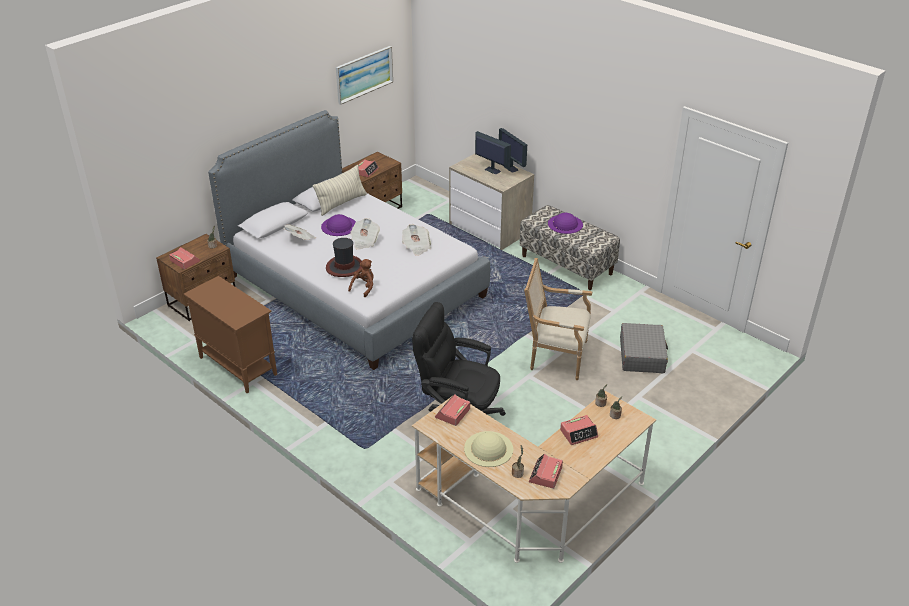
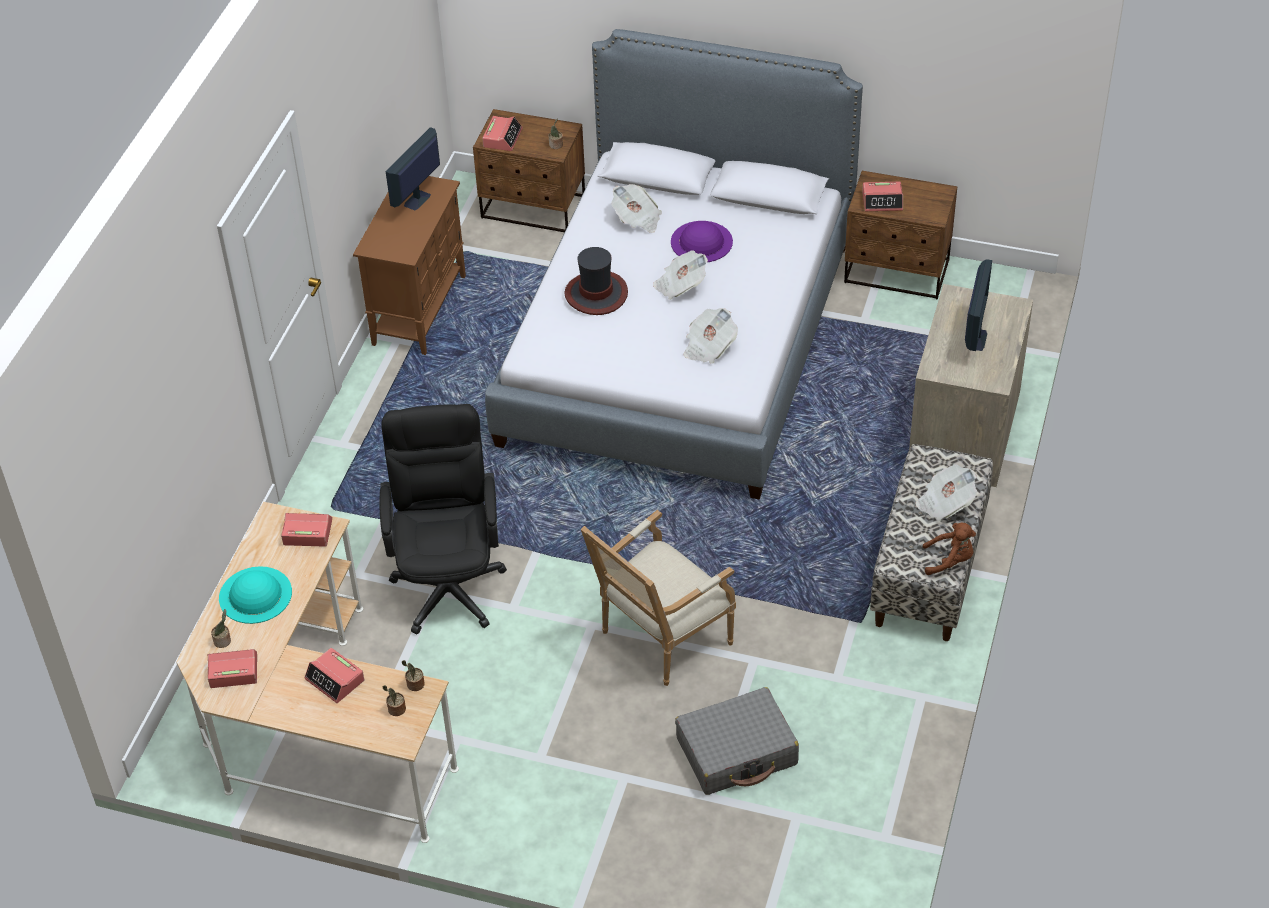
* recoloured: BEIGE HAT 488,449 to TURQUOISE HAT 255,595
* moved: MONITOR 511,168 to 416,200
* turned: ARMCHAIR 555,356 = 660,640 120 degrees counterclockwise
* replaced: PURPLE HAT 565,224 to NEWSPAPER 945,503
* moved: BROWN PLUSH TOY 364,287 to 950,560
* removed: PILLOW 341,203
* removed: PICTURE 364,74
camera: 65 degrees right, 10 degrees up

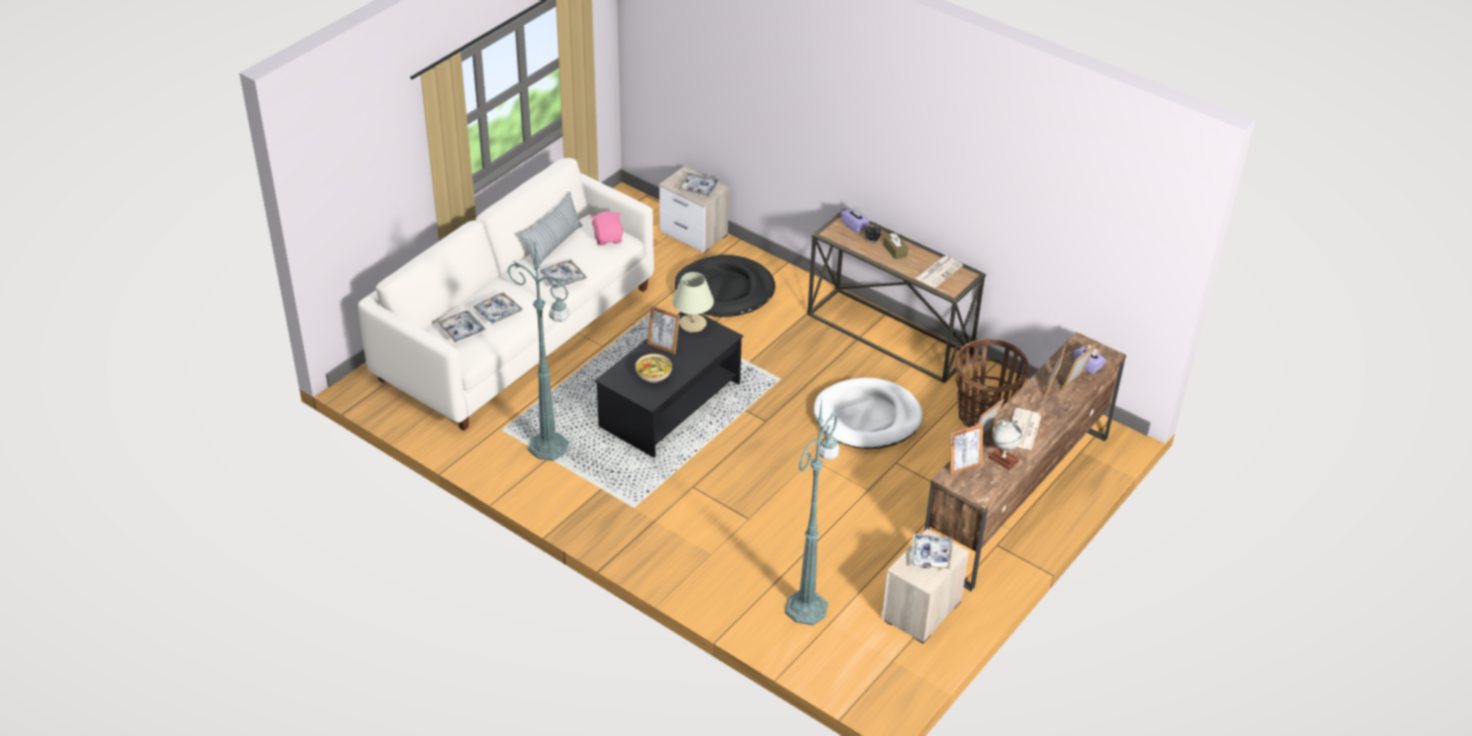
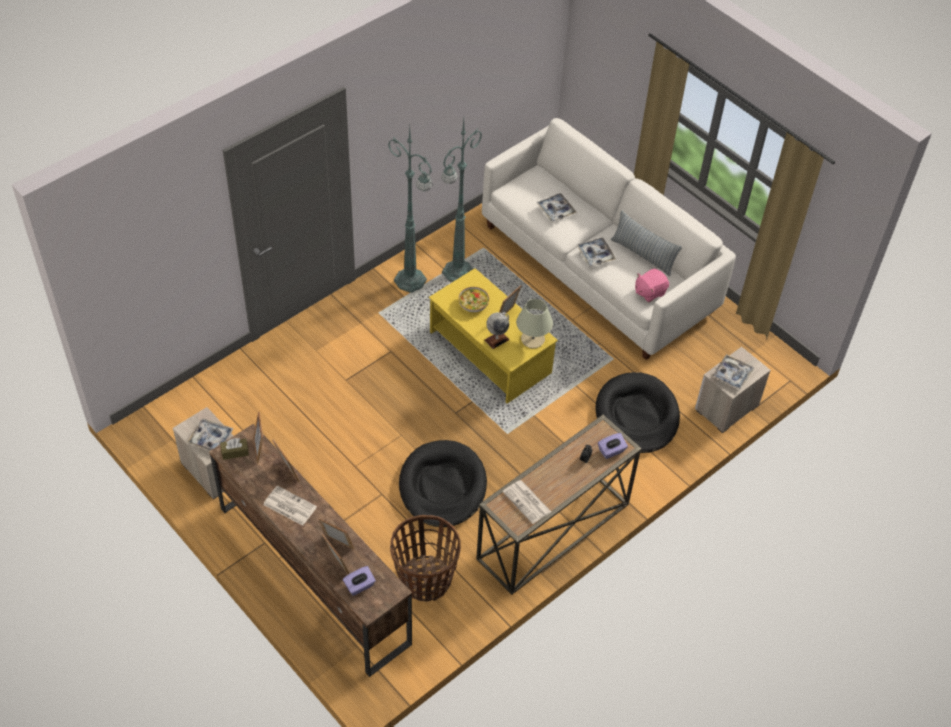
* moved: BROWN TISSUE BOX 895,250 to 235,452
* moved: GREEN FLOOR LAMP 807,606 to 411,281
* recoloured: WHITE DOG BED 867,418 to BLACK DOG BED 442,486
* recoloured: BLACK COFFEE TABLE 670,404 to YELLOW COFFEE TABLE 490,353
* moved: GLOBE 1003,459 to 496,339
* turned: PINK PLUSH TOY 608,238 = 649,292 150 degrees clockwise
* removed: TRAY 462,330
camera: 100 degrees right, 10 degrees up

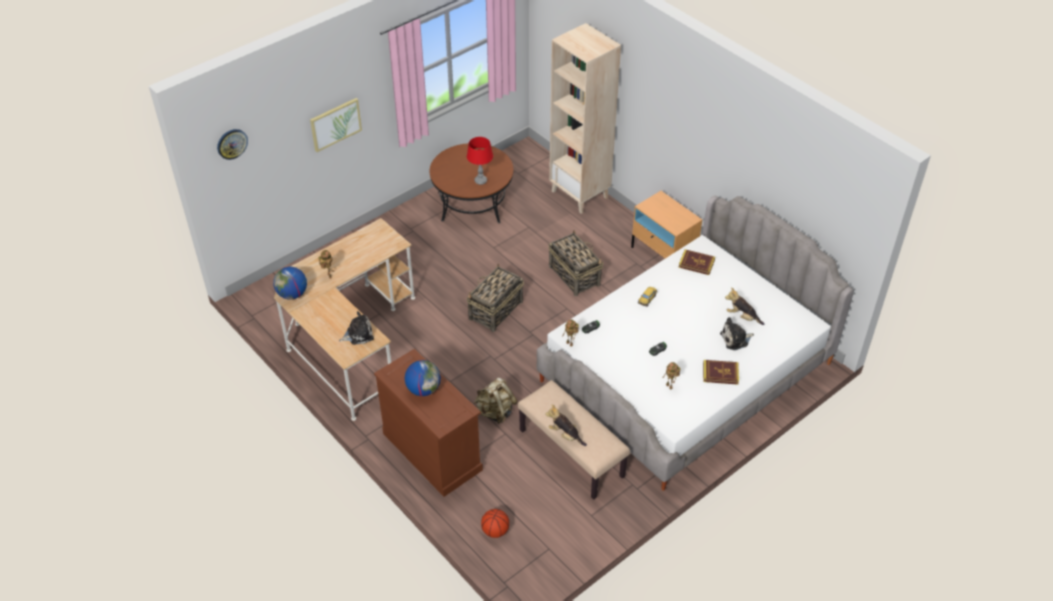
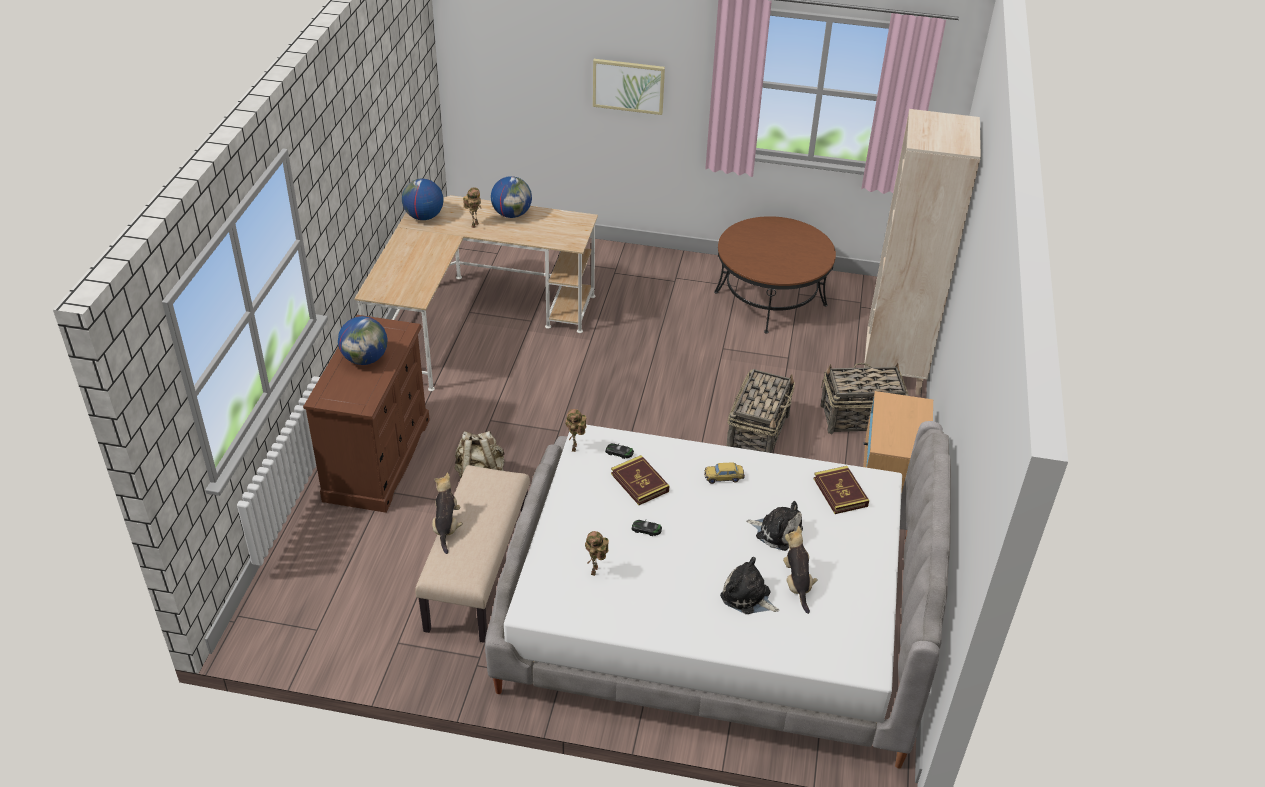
* added: GLOBE 512,214
* moved: BOOK 720,374 to 639,482
* moved: PLUSH TOY 358,334 to 776,531
* moved: BASKET 495,310 to 858,418
* removed: WALL CLOCK 232,143
* removed: RED TABLE LAMP 480,181
* removed: BASKETBALL 495,531
camera: 50 degrees right, 5 degrees down

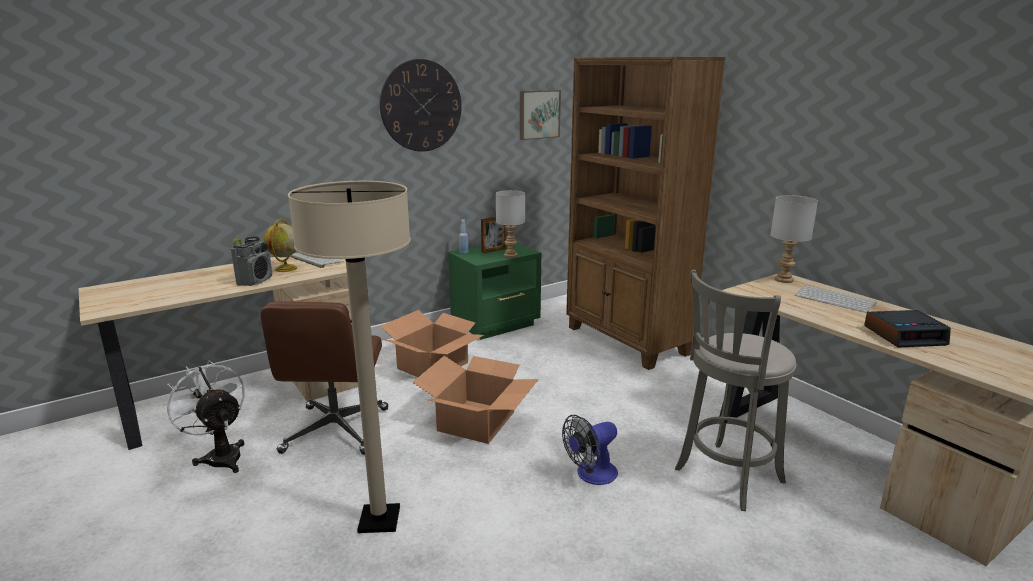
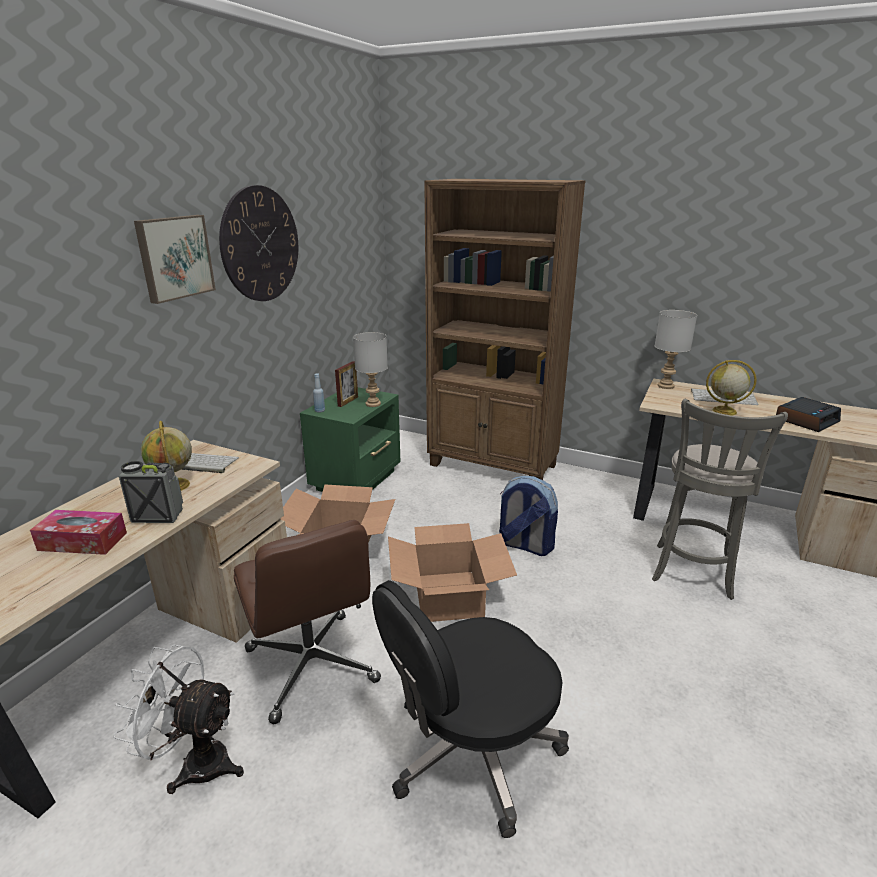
* added: TISSUE BOX 83,541
* turned: RADIO 255,281 = 157,515 75 degrees counterclockwise
* moved: PICTURE 538,114 to 174,257
* replaced: BEIGE FLOOR LAMP 379,520 to BLACK OFFICE CHAIR 471,752
* added: BACKPACK 524,545
* added: GLOBE 723,411
* removed: FAN 591,475
camera: 30 degrees left, 5 degrees up

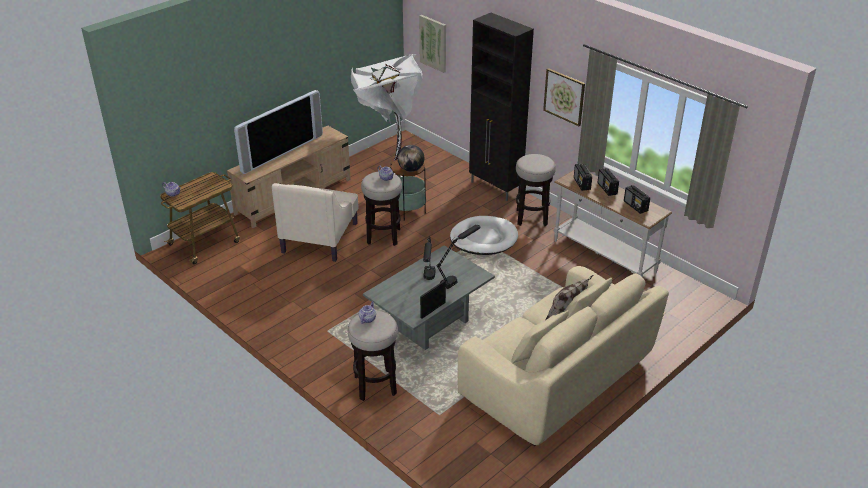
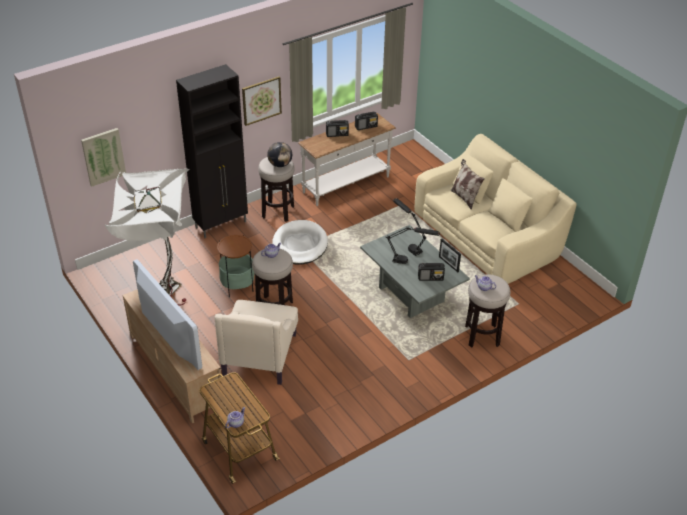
* turned: BEIGE ARMCHAIR 320,237 = 260,354 75 degrees clockwise
* moved: GLOBE 411,169 to 280,164
* moved: RADIO 582,184 to 431,277
camera: 80 degrees left, 5 degrees up

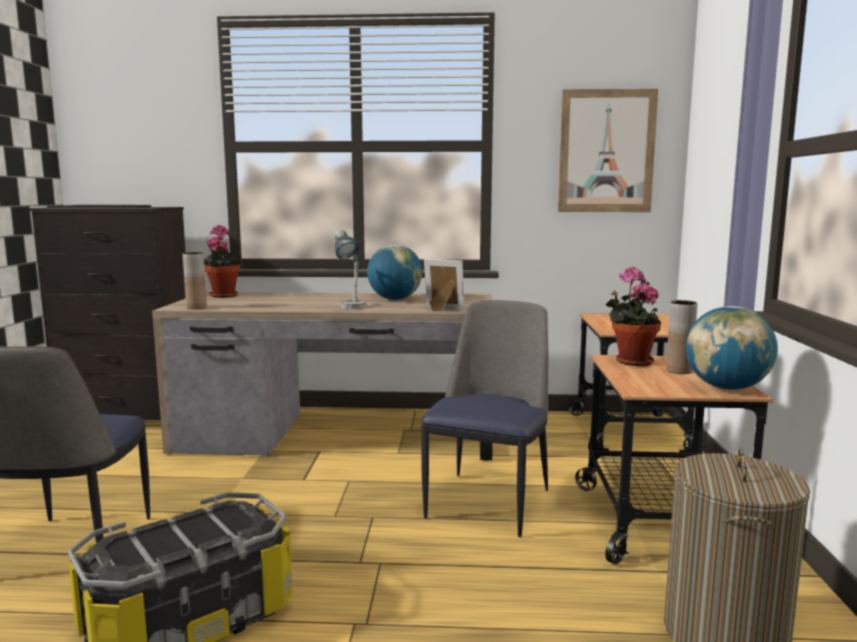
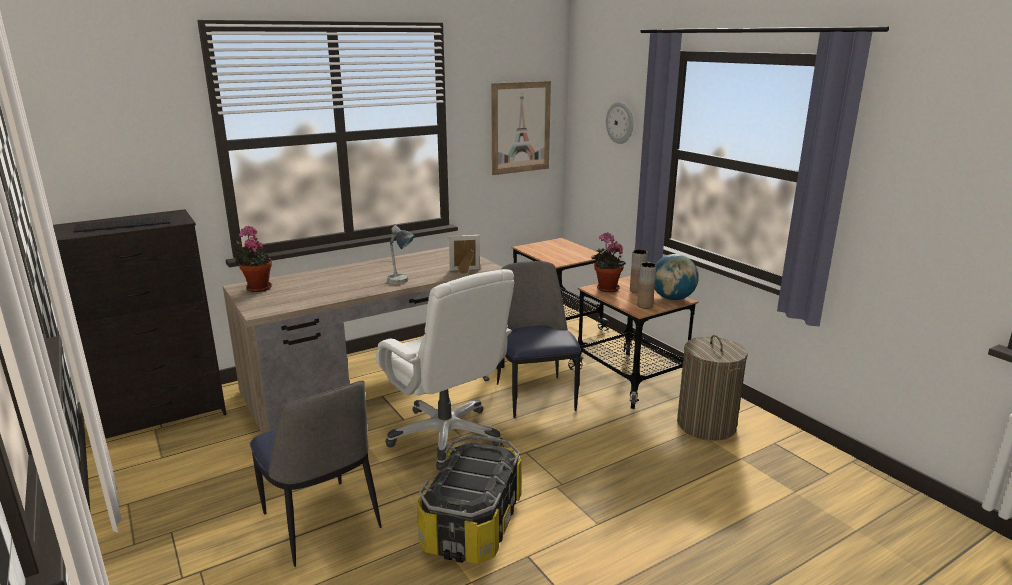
* added: WHITE OFFICE CHAIR 446,436
* added: WALL CLOCK 620,122
* moved: BROWN VASE 196,307 to 645,306
* removed: GLOBE 395,299
camera: 35 degrees left, 10 degrees up

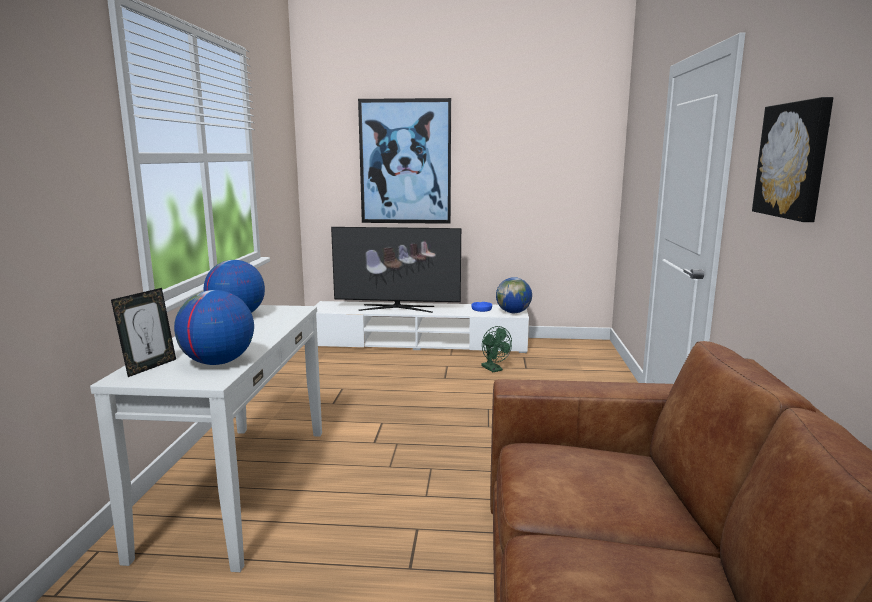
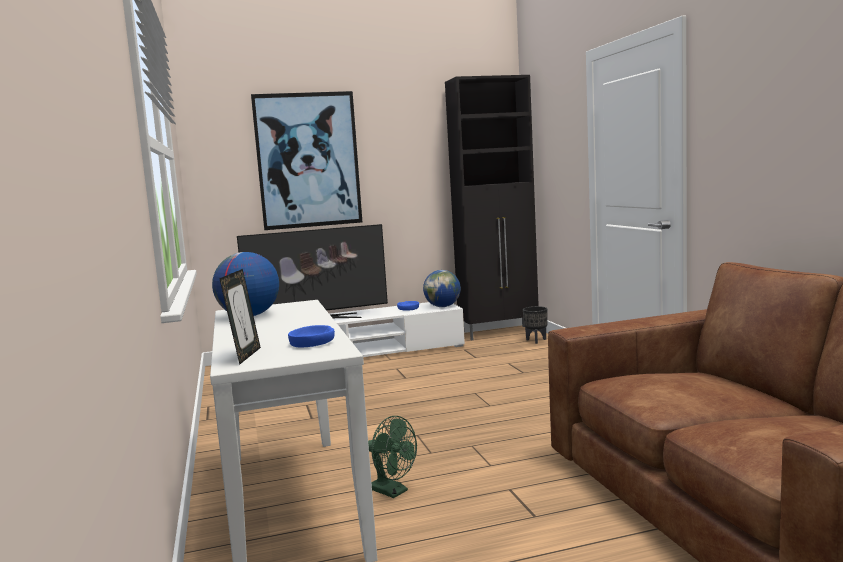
* replaced: GLOBE 217,362 to BLUE BOWL 312,342
* moved: GREEN FAN 494,369 to 393,491
* added: BLACK CABINET 499,333
* added: BLACK PLANTER 536,341
* removed: PICTURE 794,160
camera: 20 degrees left, 5 degrees down

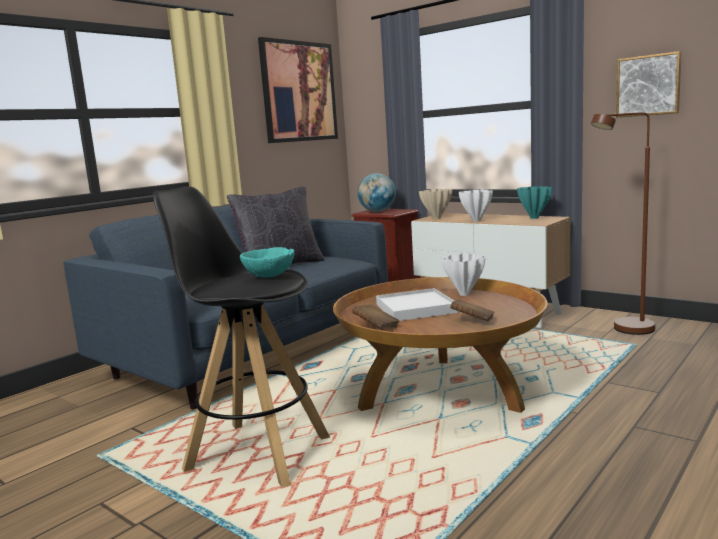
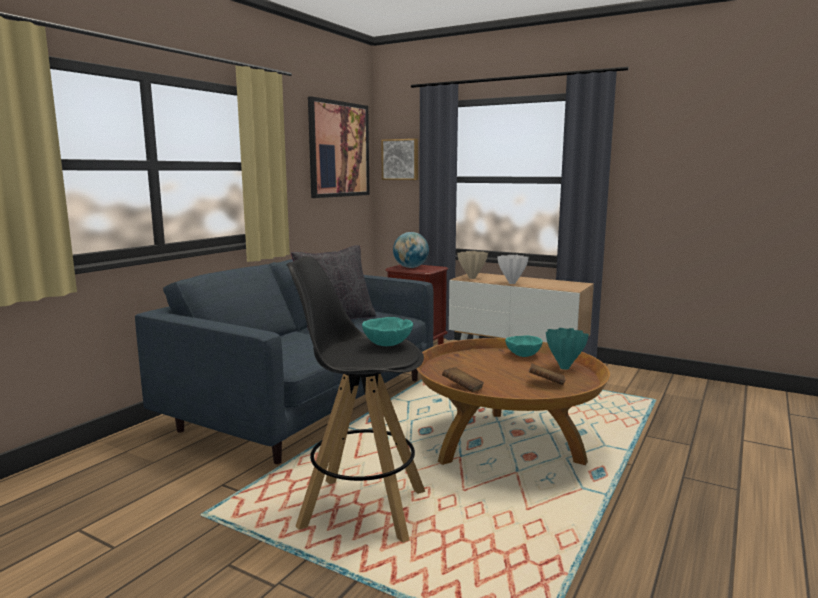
* moved: PICTURE 648,85 to 400,159
* replaced: WHITE VASE 465,294 to TURQUOISE BOWL 523,355
* moved: TURQUOISE VASE 534,218 to 564,367
* removed: WHITE TRAY 416,308
* removed: BROWN FLOOR LAMP 625,330
camera: 10 degrees left, 0 degrees up

